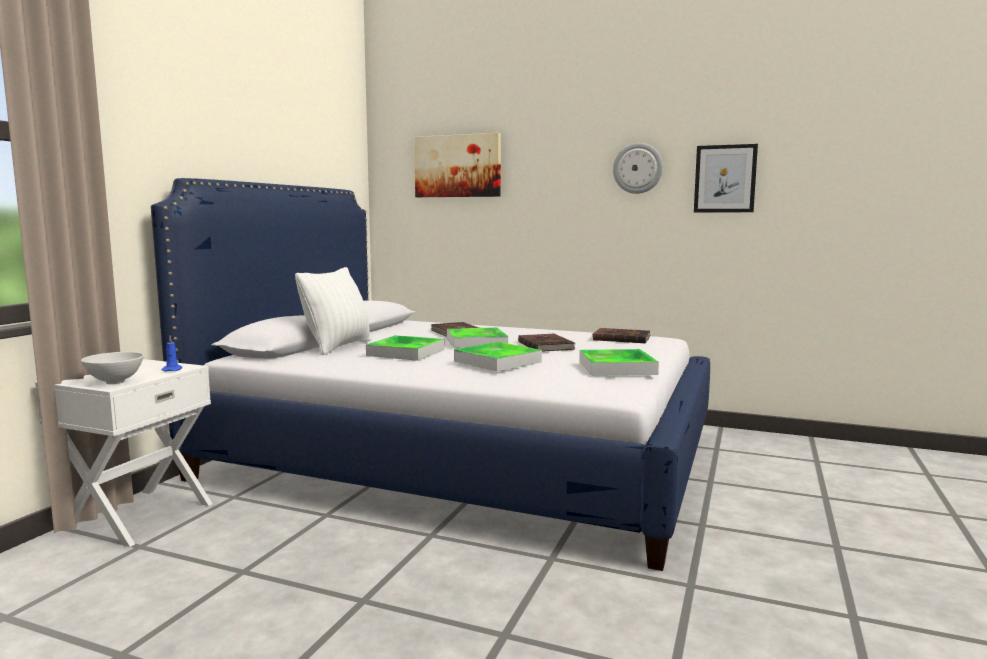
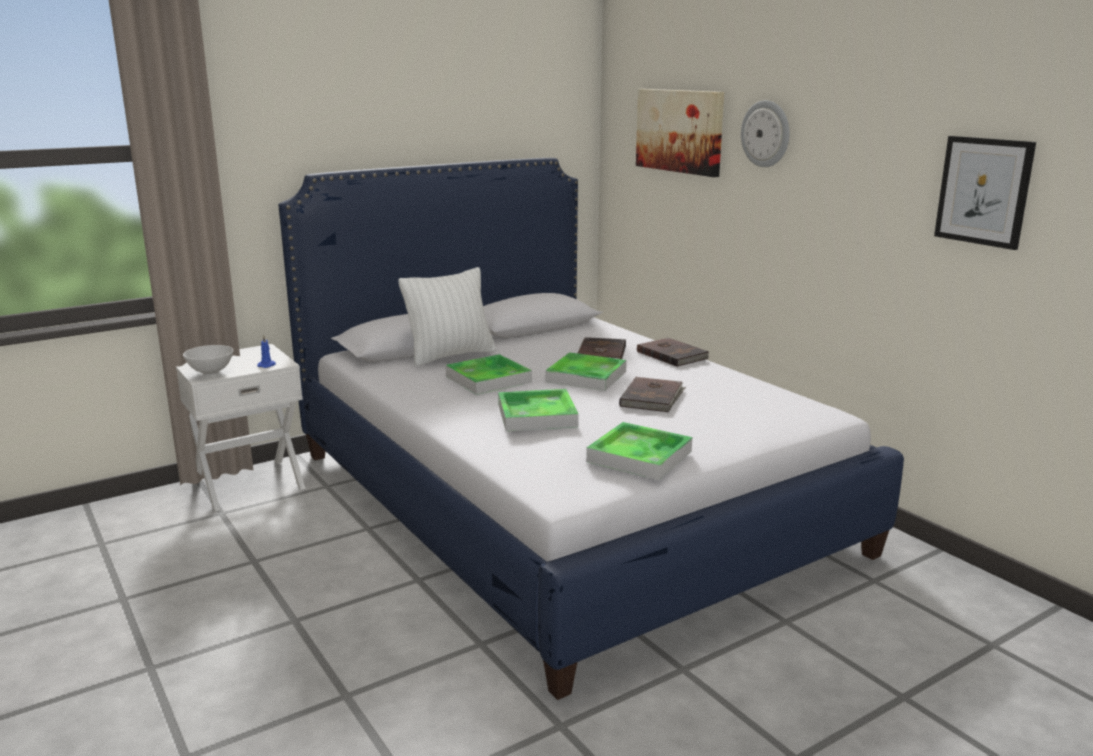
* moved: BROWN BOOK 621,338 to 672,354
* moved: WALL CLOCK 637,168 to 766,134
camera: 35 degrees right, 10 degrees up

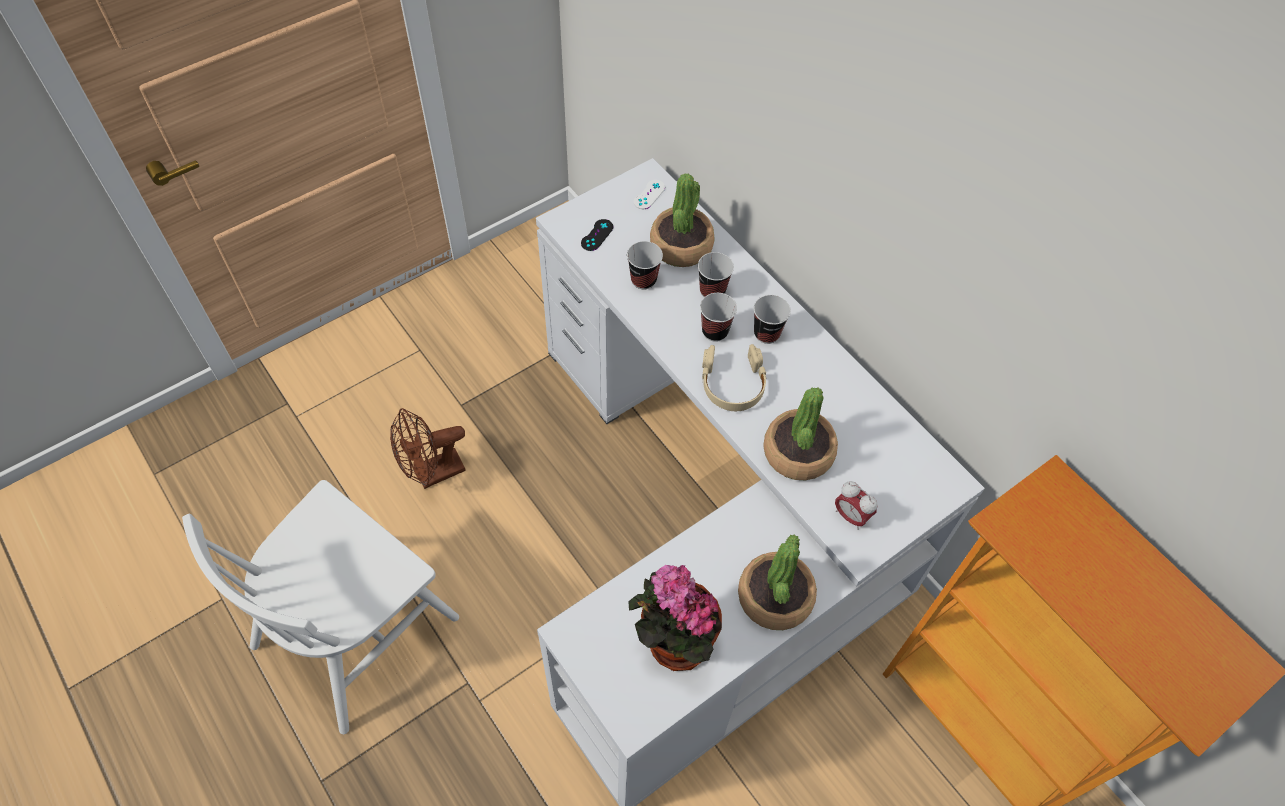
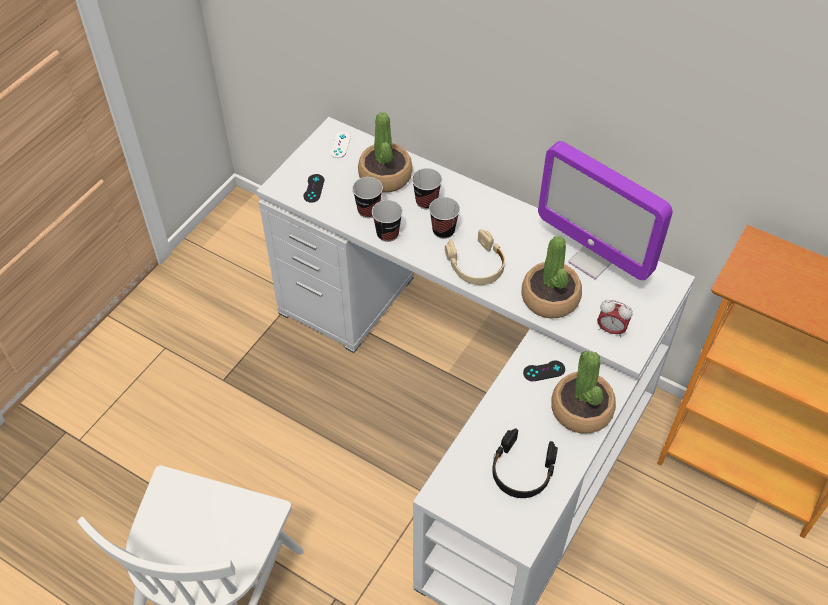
* moved: CUP 766,333 to 387,234
* replaced: POTTED PLANT 672,641 to BLACK HEADPHONES 522,470
* added: BLACK GAME CONTROLLER 544,371
* added: MONITOR 592,260
* removed: BROWN FAN 433,474
camera: 20 degrees left, 5 degrees down

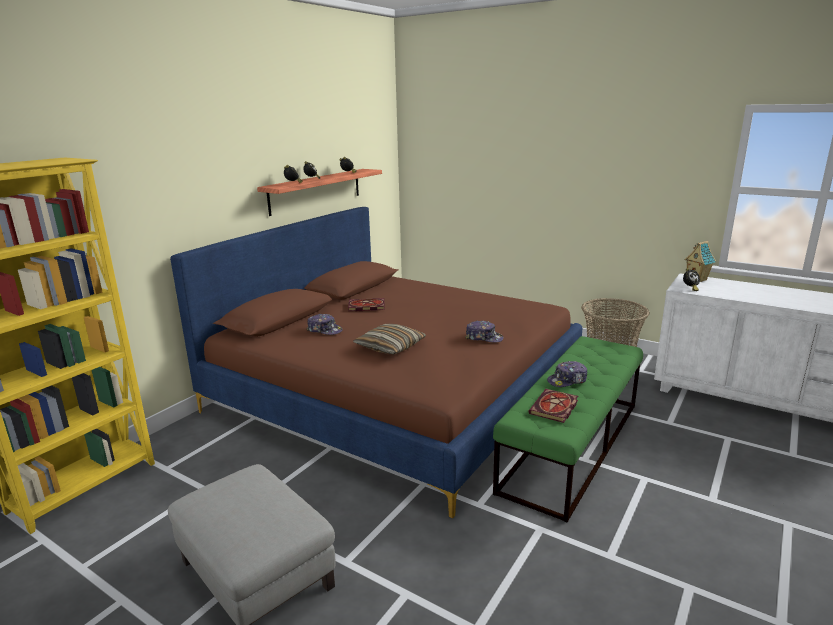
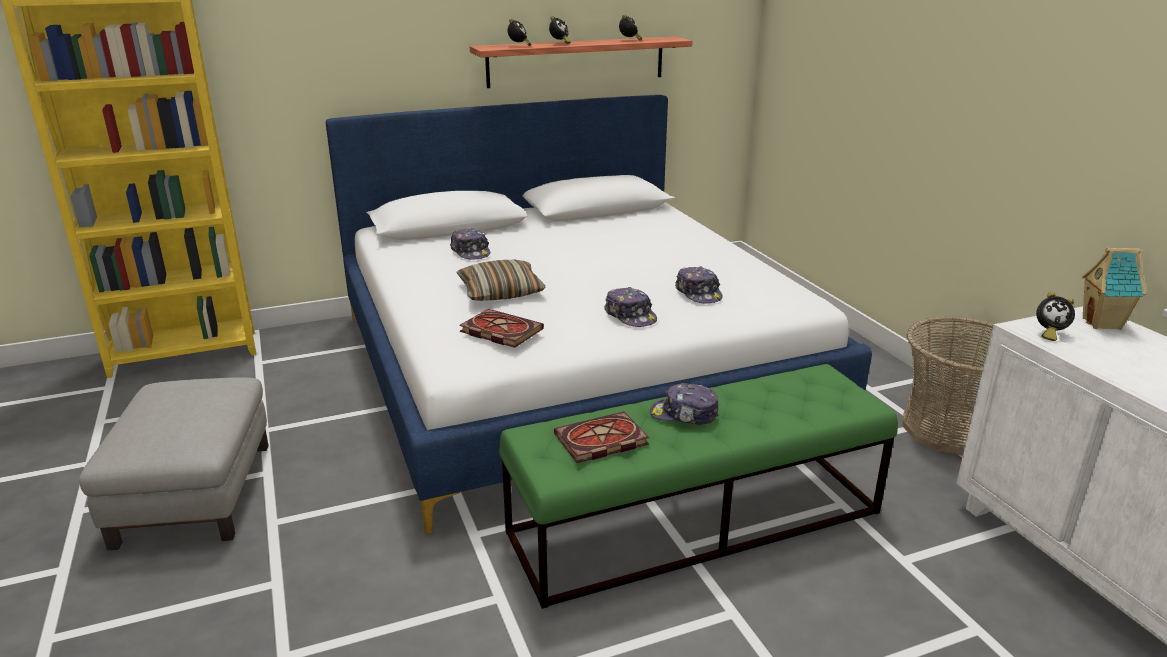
* recoloured: BROWN BED 396,392 to WHITE BED 571,367
* moved: BOOK 365,306 to 499,331
* added: CAP 698,293
camera: 35 degrees right, 5 degrees up

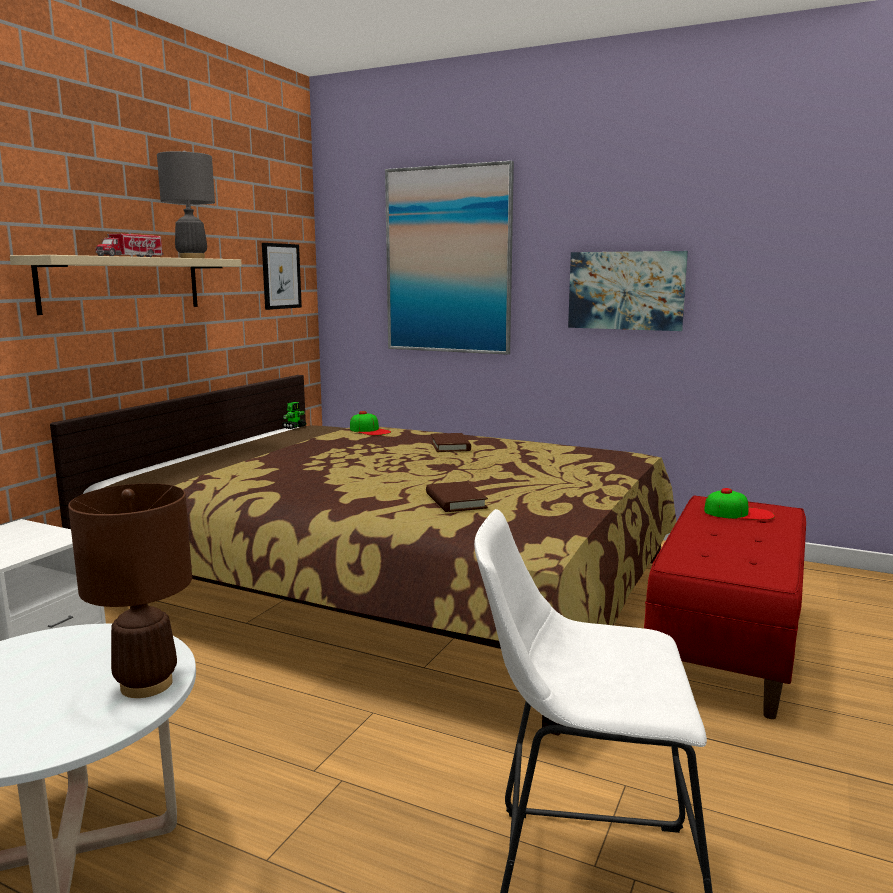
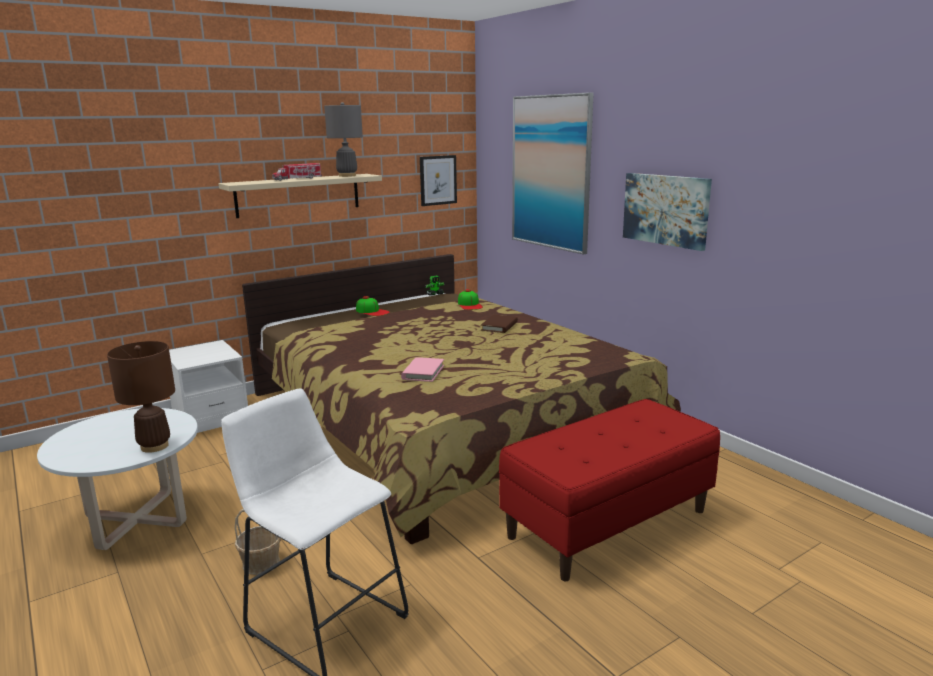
* added: BASKET 261,563
* moved: CAP 739,513 to 372,311
* recoloured: BROWN BOOK 455,501 to PINK BOOK 423,372
camera: 30 degrees right, 5 degrees up

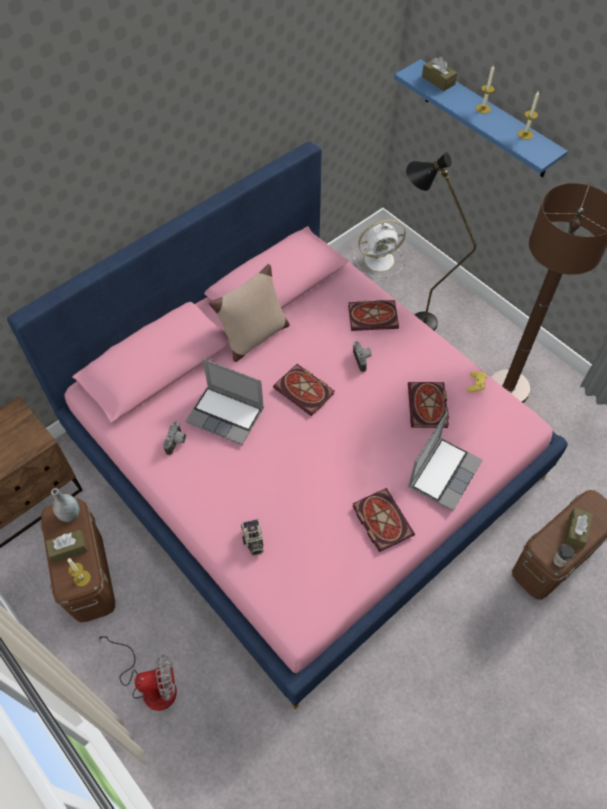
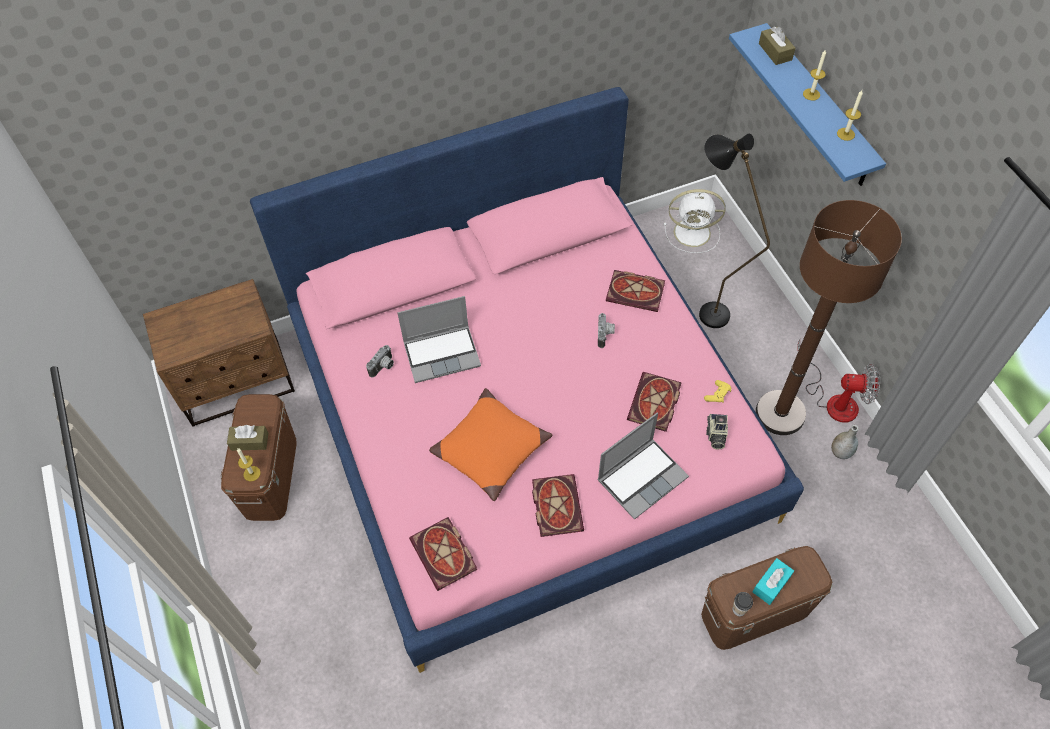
* turned: LAPTOP 226,415 = 442,353 60 degrees counterclockwise
* moved: BOOK 305,391 to 445,555
* added: ORANGE PILLOW 490,449
* moved: PHOTO CAMERA 253,541 to 715,435
* recoloured: BROWN TISSUE BOX 575,531 to TURQUOISE TISSUE BOX 771,584
* moved: FAN 150,684 to 834,400
* moved: GREY VASE 70,514 to 840,452
* removed: BEIGE PILLOW 254,337
camera: 20 degrees right, 0 degrees up

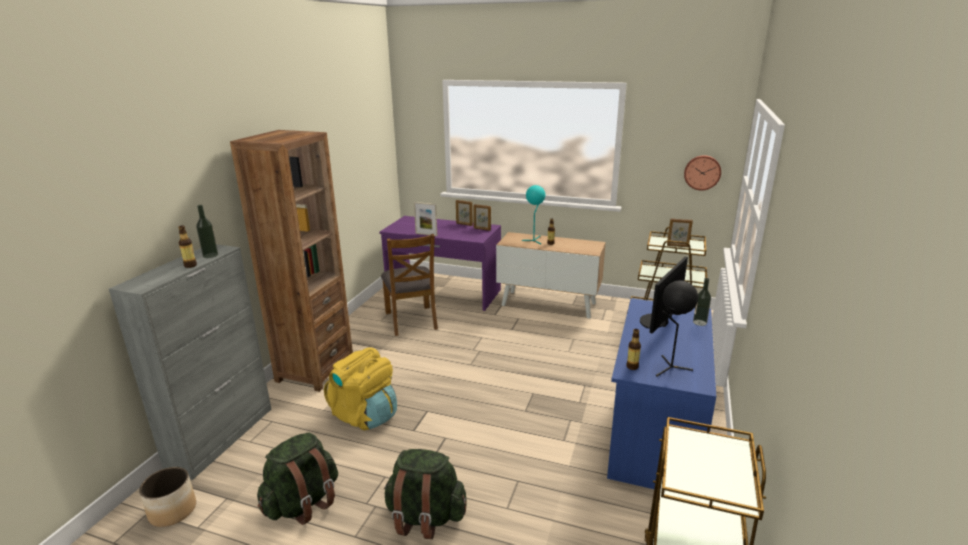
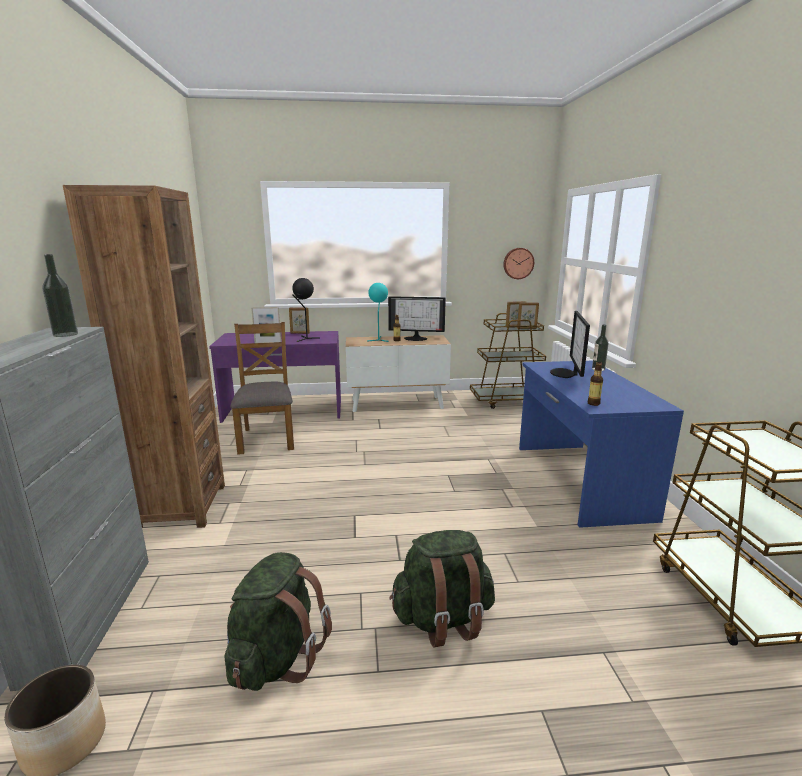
* turned: BROWN CHAIR 412,320 = 267,438 150 degrees counterclockwise
* moved: BLACK TABLE LAMP 669,368 to 305,339
* added: MONITOR 416,338
* moved: PICTURE FRAME 482,229 to 527,328
* removed: BOTTLE 190,265
* removed: YELLOW BACKPACK 365,415
camera: 25 degrees left, 5 degrees down

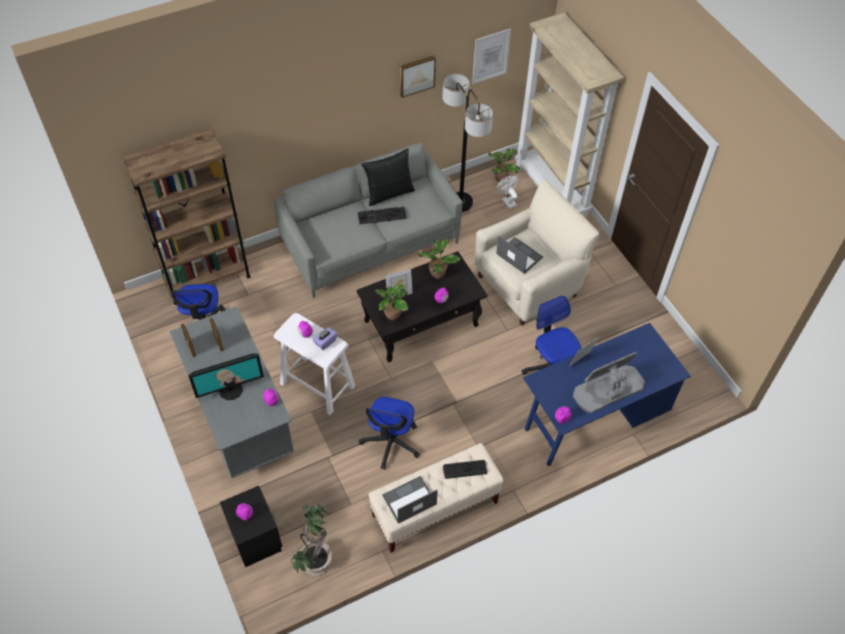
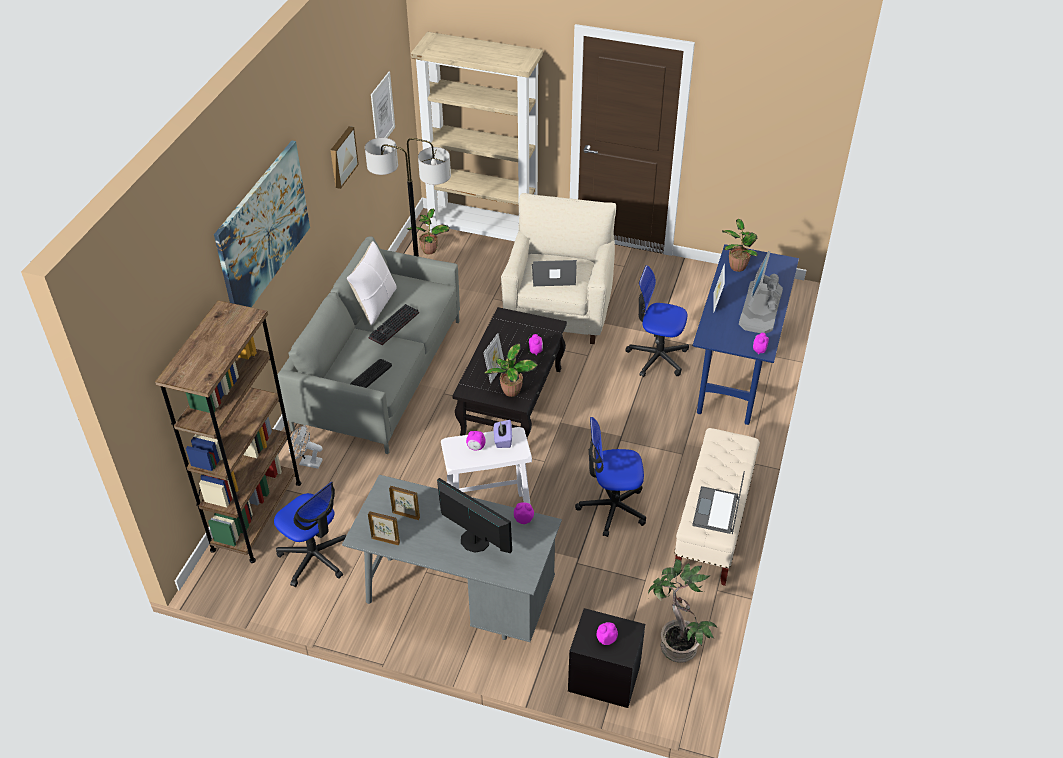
* added: PICTURE 263,230
* moved: WHITE FAN 507,201 to 307,462
* recoloured: BLACK PILLOW 389,193 to WHITE PILLOW 375,304
* moved: KEYBOARD 464,469 to 370,375
* turned: MONITOR 231,390 = 474,541 75 degrees counterclockwise
* turned: OFFICE CHAIR 391,442 = 612,508 120 degrees clockwise
* moved: POTTED PLANT 438,273 to 737,266
camera: 45 degrees left, 10 degrees down

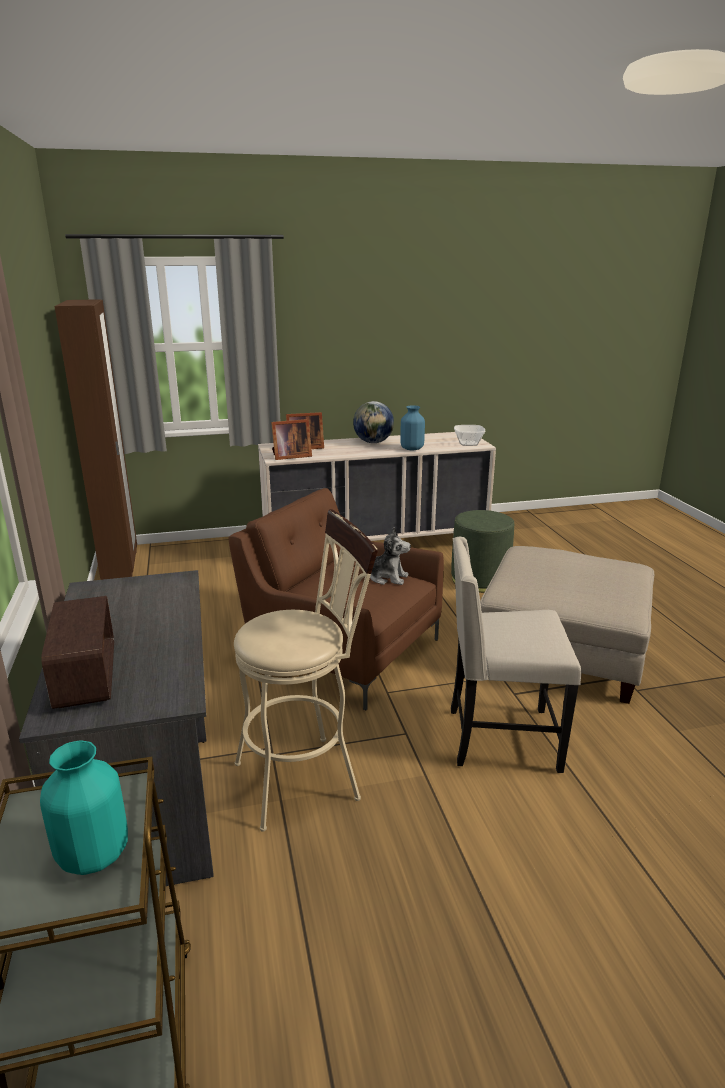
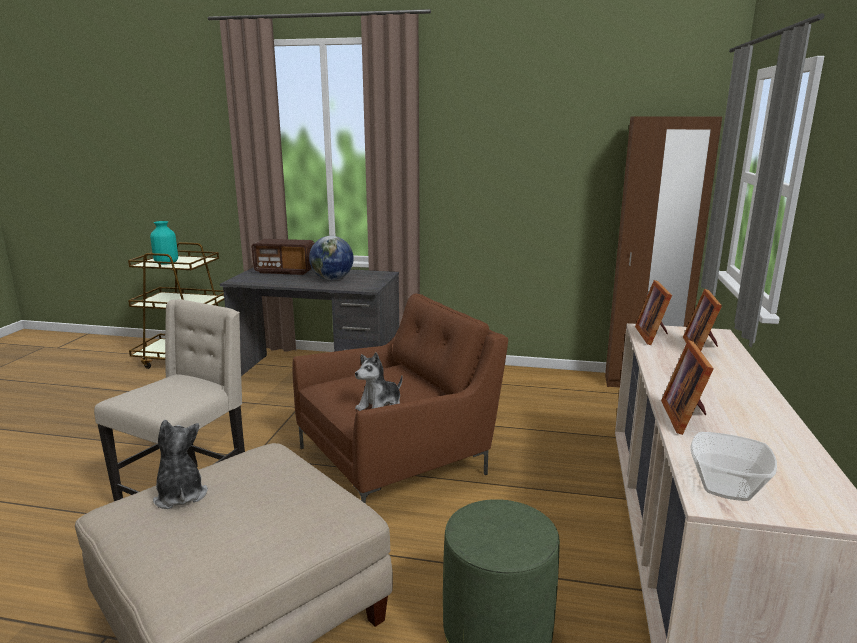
* added: PLUSH TOY 180,495
* moved: GLOBE 373,442 to 332,279
* replaced: BLUE VASE 412,448 to PICTURE FRAME 686,417
* removed: BEIGE STOOL 306,777
camera: 115 degrees right, 5 degrees down

